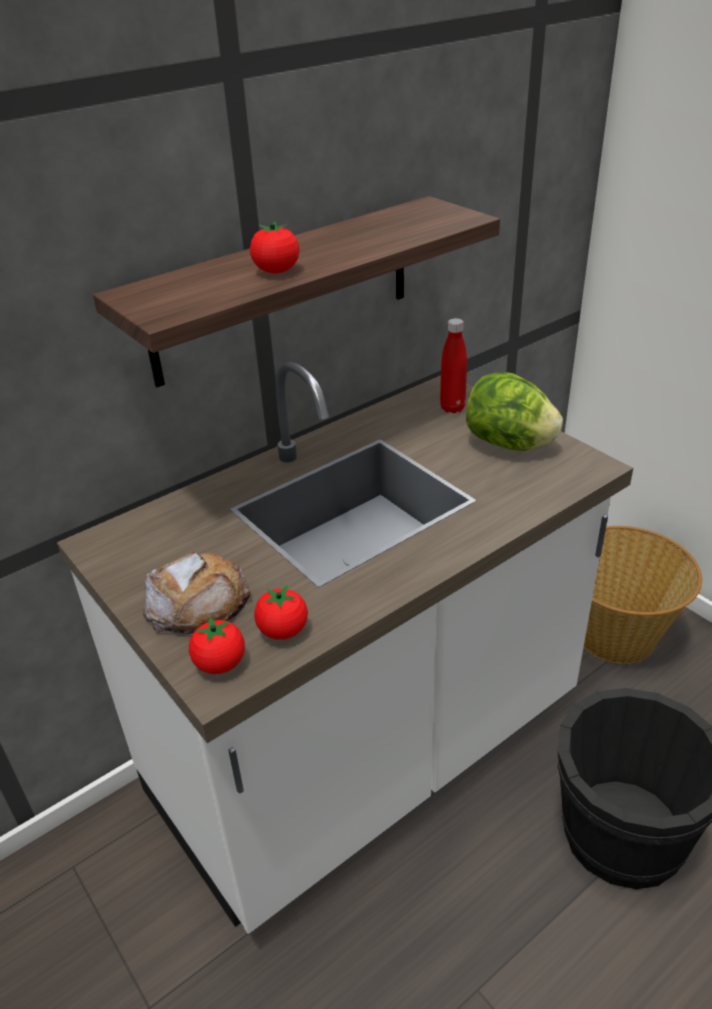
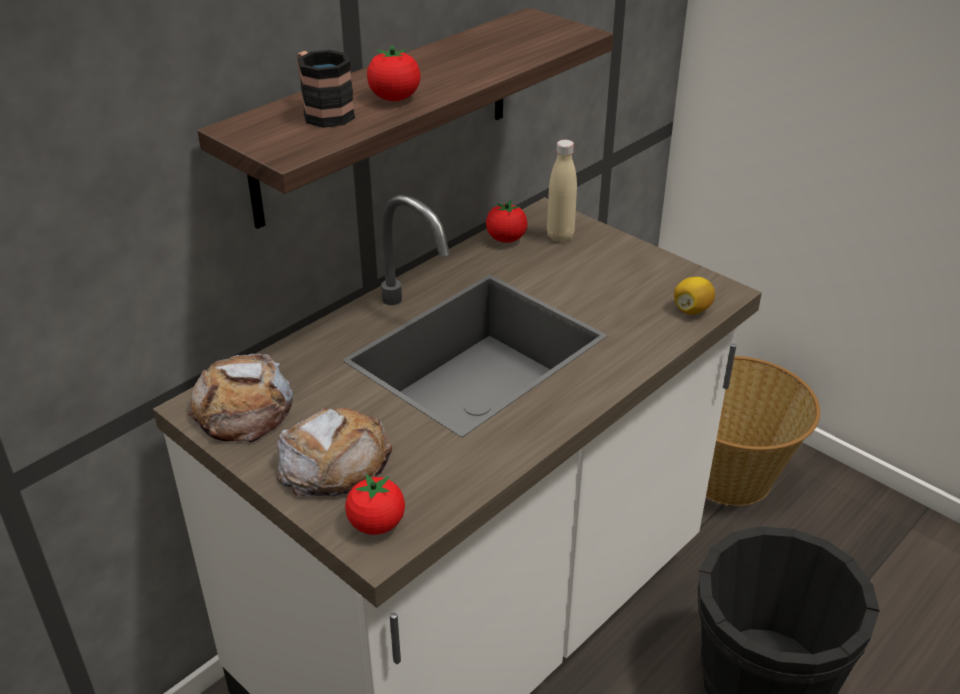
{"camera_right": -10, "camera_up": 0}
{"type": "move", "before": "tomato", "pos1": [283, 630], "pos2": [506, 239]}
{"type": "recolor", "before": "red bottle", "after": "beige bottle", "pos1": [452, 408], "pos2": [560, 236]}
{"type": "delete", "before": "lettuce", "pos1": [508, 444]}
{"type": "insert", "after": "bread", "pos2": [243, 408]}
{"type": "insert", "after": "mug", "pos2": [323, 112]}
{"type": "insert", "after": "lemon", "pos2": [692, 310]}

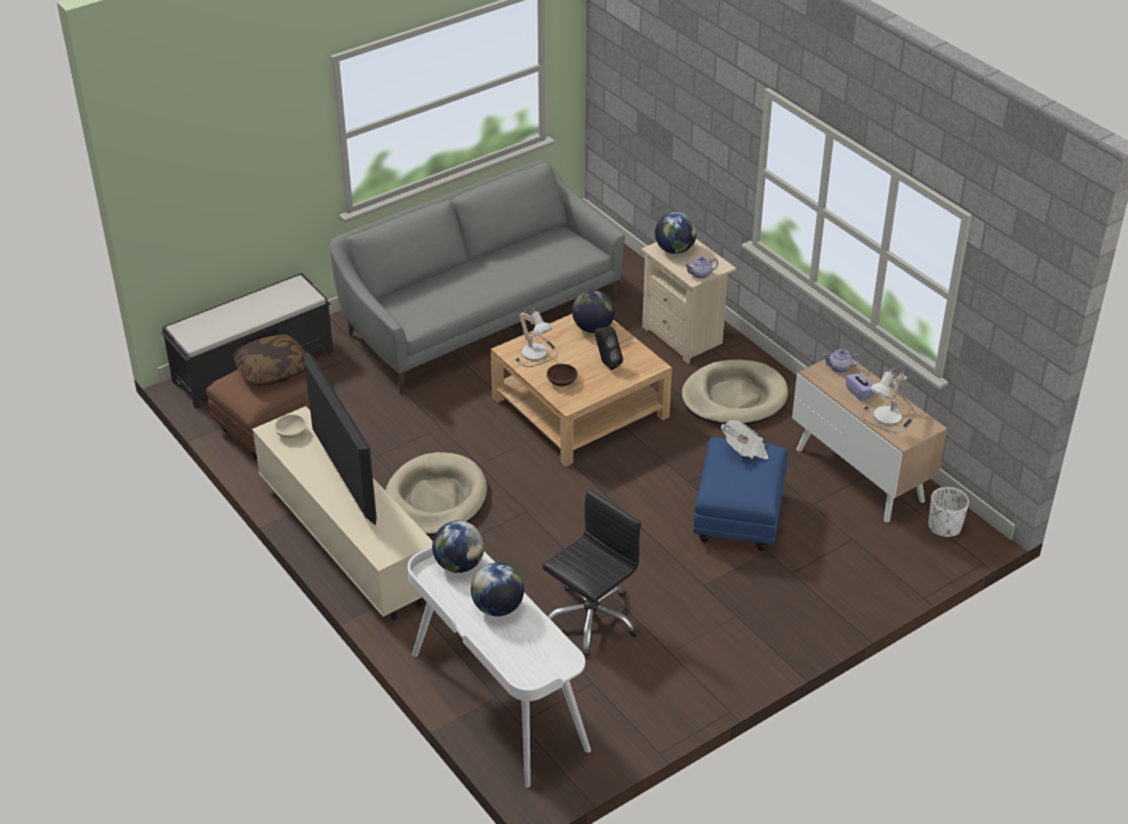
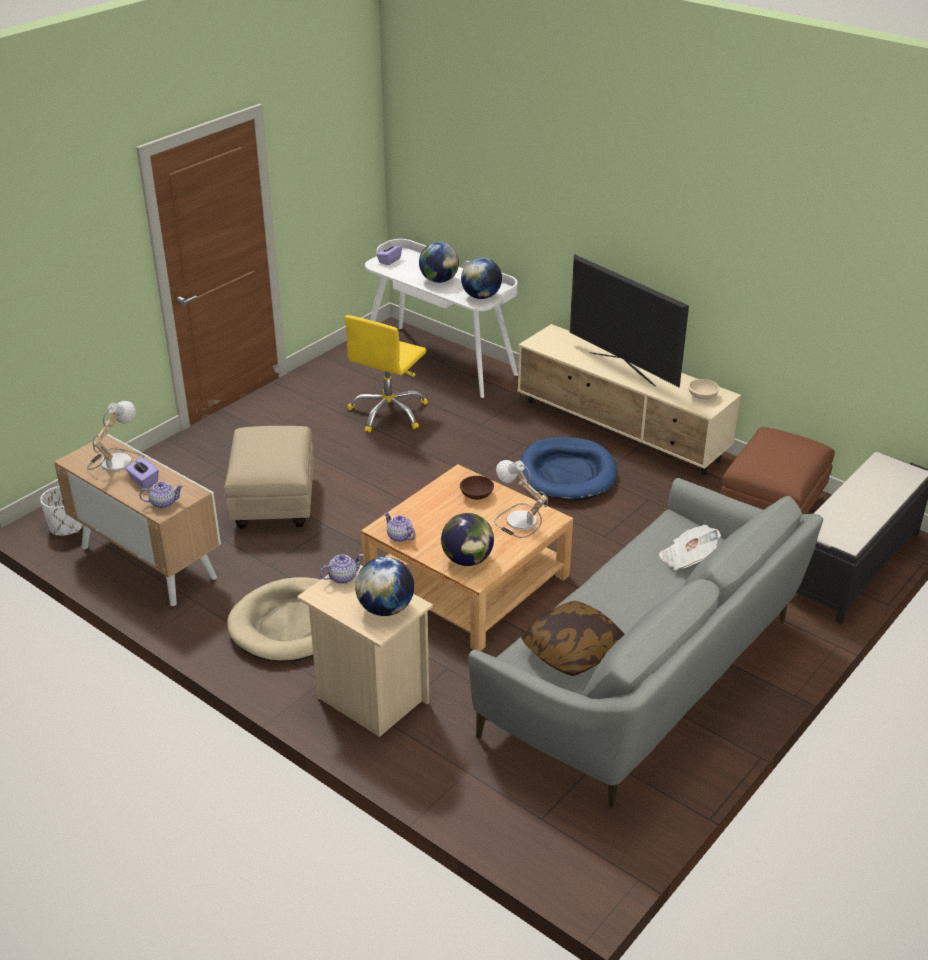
{"camera_right": 165, "camera_up": -5}
{"type": "move", "before": "pillow", "pos1": [272, 370], "pos2": [572, 651]}
{"type": "recolor", "before": "beige dog bed", "after": "blue dog bed", "pos1": [435, 499], "pos2": [567, 473]}
{"type": "recolor", "before": "black office chair", "after": "yellow office chair", "pos1": [591, 619], "pos2": [389, 413]}
{"type": "delete", "before": "black speaker", "pos1": [606, 363]}
{"type": "recolor", "before": "blue ottoman", "after": "beige ottoman", "pos1": [738, 519], "pos2": [274, 502]}
{"type": "move", "before": "newspaper", "pos1": [744, 450], "pos2": [687, 559]}
{"type": "insert", "after": "purple tissue box", "pos2": [389, 260]}
{"type": "insert", "after": "teapot", "pos2": [399, 536]}

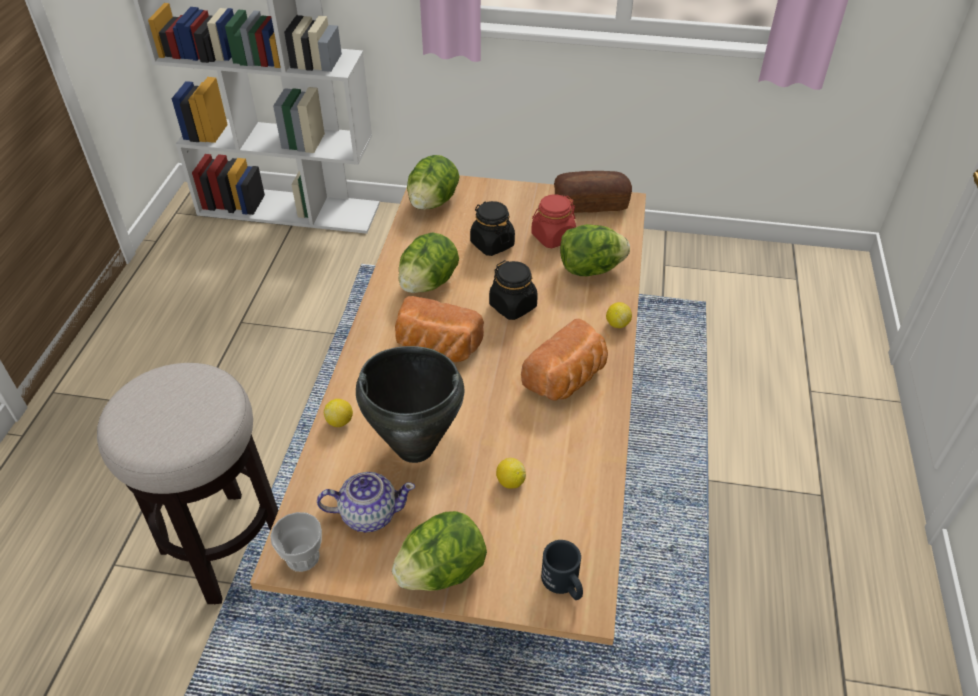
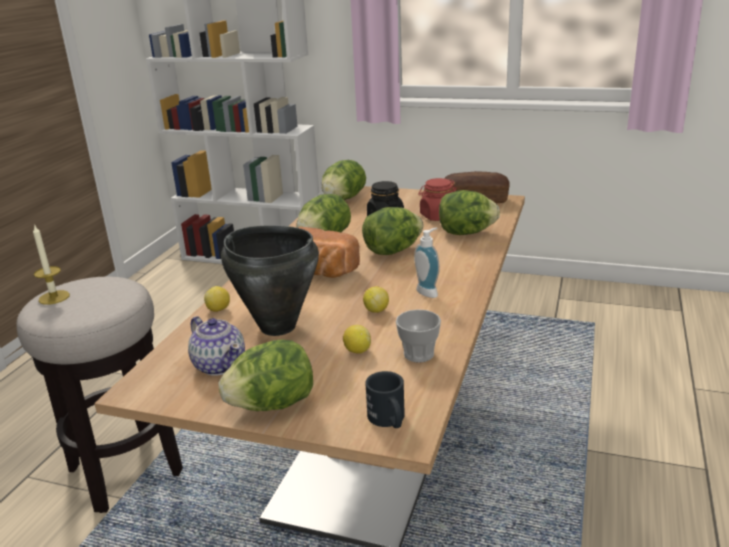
{"camera_right": 10, "camera_up": -20}
{"type": "move", "before": "cup", "pos1": [302, 557], "pos2": [418, 354]}
{"type": "rotate", "before": "teapot", "pos1": [368, 513], "pos2": [219, 365], "turn": 45}
{"type": "replace", "before": "black jar", "after": "lettuce", "pos1": [513, 306], "pos2": [393, 251]}
{"type": "replace", "before": "bread", "after": "soap dispenser", "pos1": [567, 379], "pos2": [429, 292]}
{"type": "move", "before": "lemon", "pos1": [617, 324], "pos2": [376, 310]}
{"type": "insert", "after": "candle", "pos2": [54, 297]}

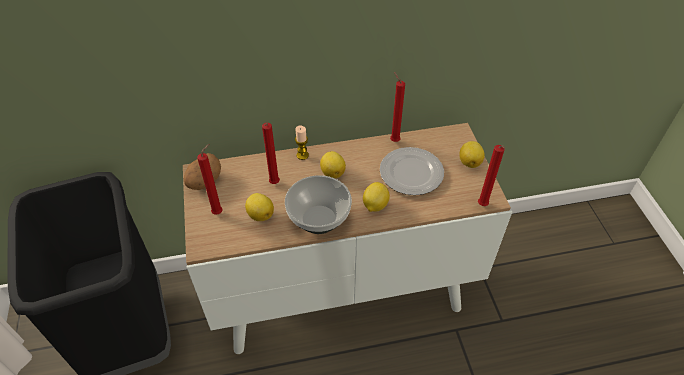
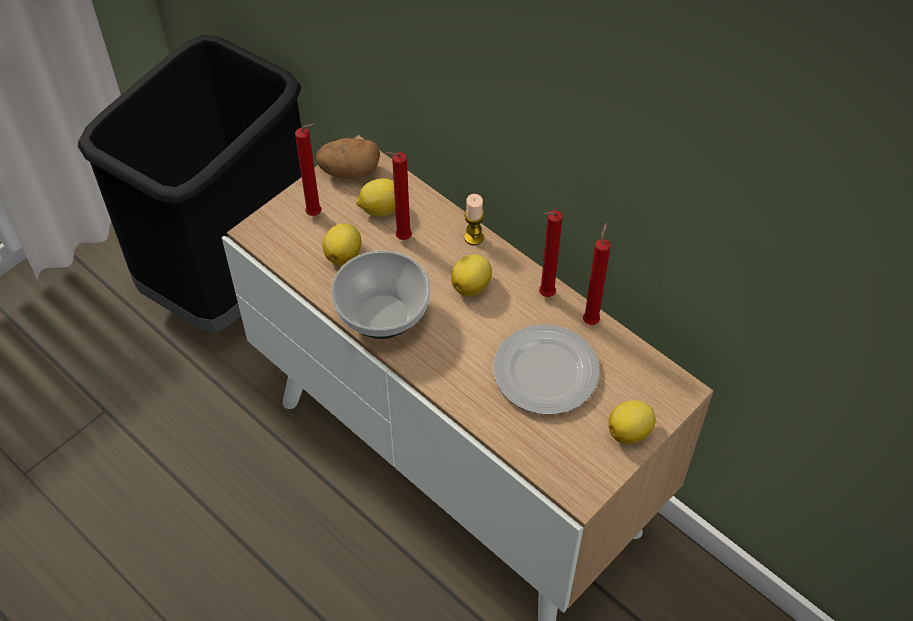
{"camera_right": 55, "camera_up": 5}
{"type": "move", "before": "lemon", "pos1": [374, 205], "pos2": [380, 209]}
{"type": "move", "before": "red candle", "pos1": [482, 206], "pos2": [544, 296]}

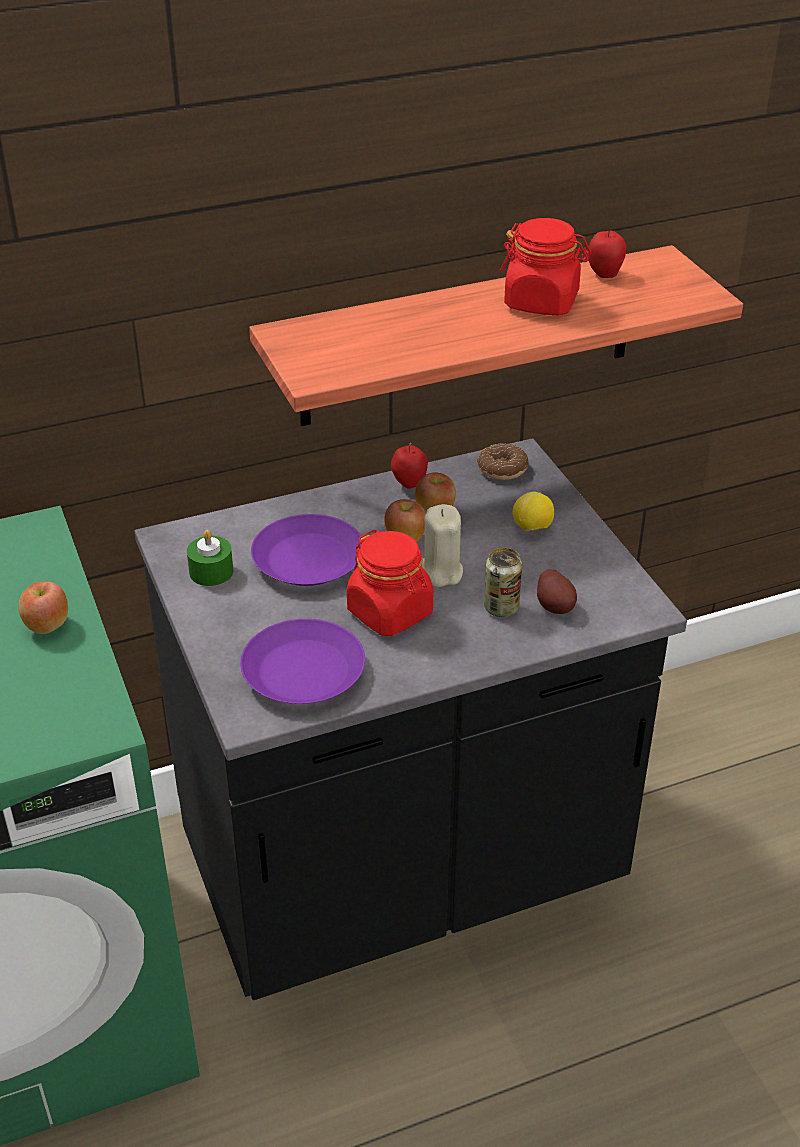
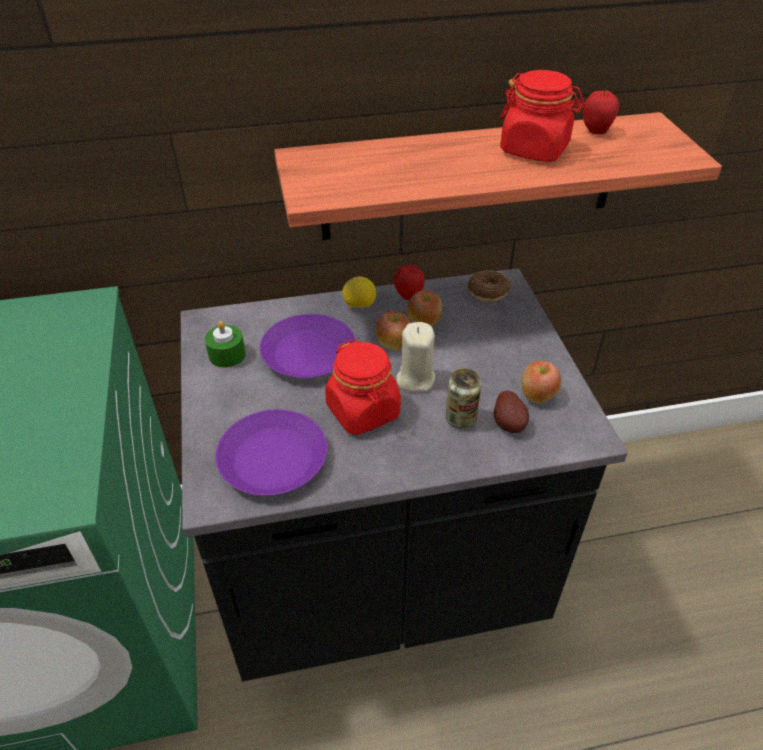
{"camera_right": 10, "camera_up": 5}
{"type": "move", "before": "apple", "pos1": [47, 626], "pos2": [537, 395]}
{"type": "move", "before": "lemon", "pos1": [532, 528], "pos2": [359, 306]}

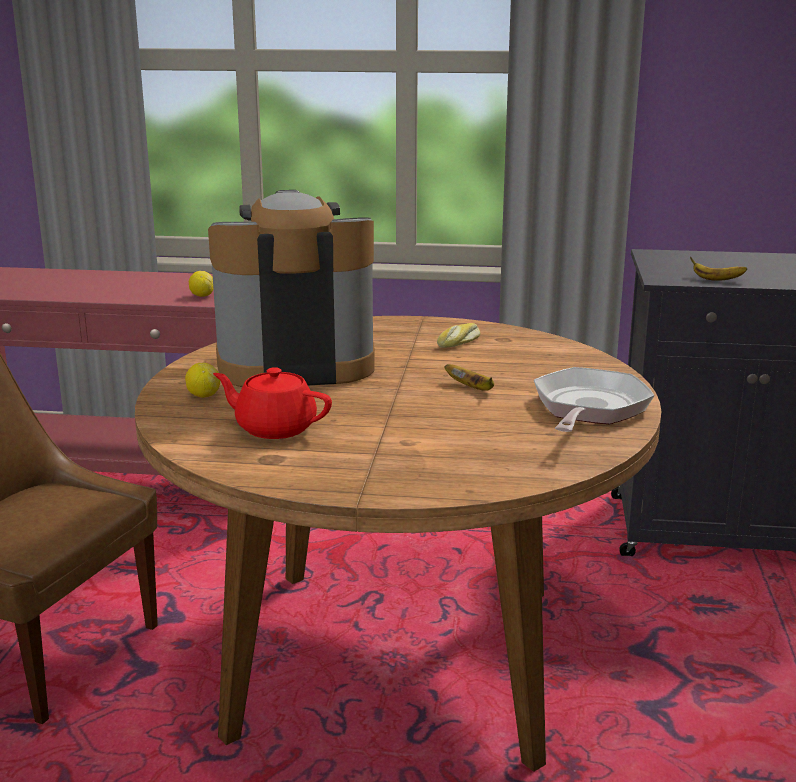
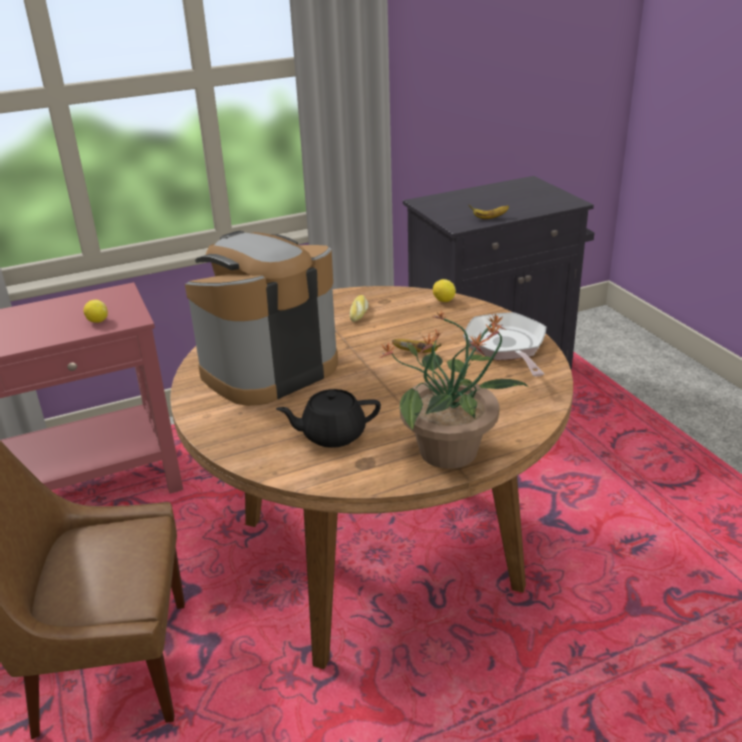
{"camera_right": -30, "camera_up": 10}
{"type": "move", "before": "lemon", "pos1": [203, 395], "pos2": [443, 300]}
{"type": "recolor", "before": "red teapot", "after": "black teapot", "pos1": [274, 428], "pos2": [332, 434]}
{"type": "insert", "after": "potted plant", "pos2": [450, 451]}

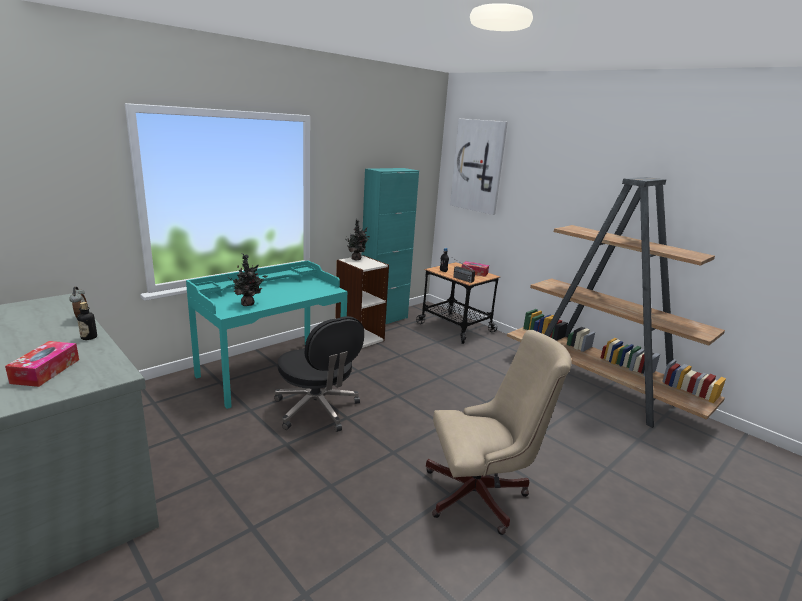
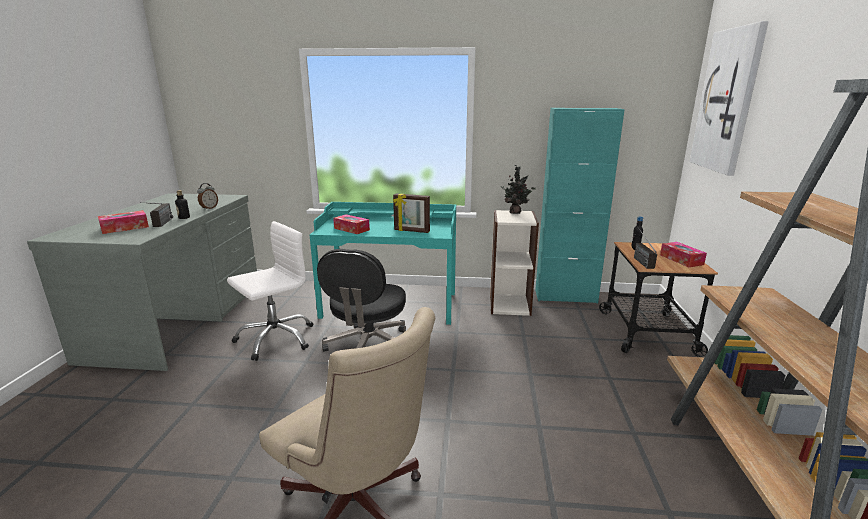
{"camera_right": 50, "camera_up": 0}
{"type": "replace", "before": "potted plant", "after": "tissue box", "pos1": [248, 304], "pos2": [351, 229]}
{"type": "insert", "after": "radio", "pos2": [161, 225]}
{"type": "insert", "after": "white office chair", "pos2": [275, 338]}
{"type": "insert", "after": "picture frame", "pos2": [411, 231]}

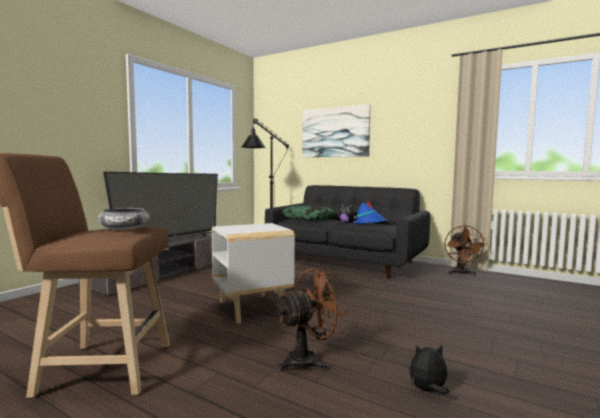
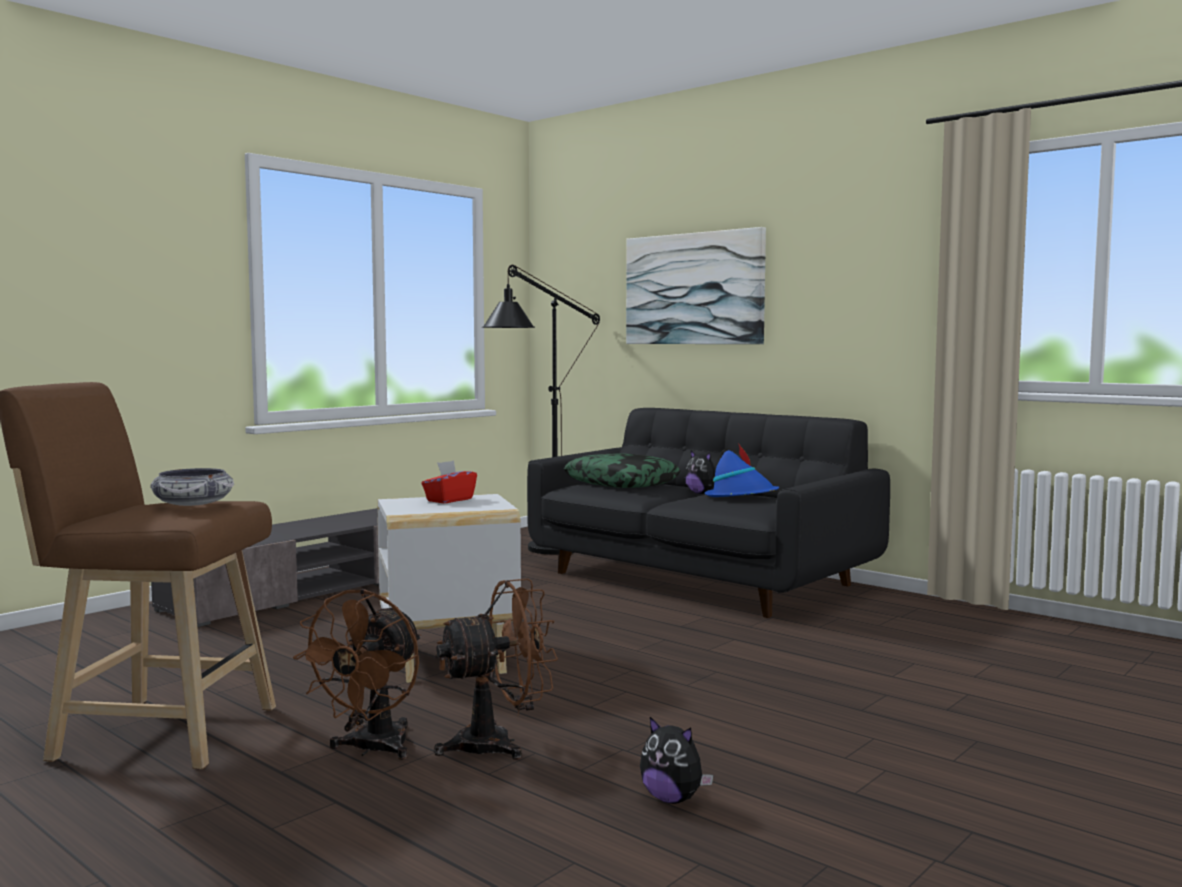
{"camera_right": 10, "camera_up": 0}
{"type": "delete", "before": "television", "pos1": [170, 240]}
{"type": "rotate", "before": "plush toy", "pos1": [428, 391], "pos2": [673, 799], "turn": -150}
{"type": "move", "before": "brown fan", "pos1": [461, 273], "pos2": [371, 750]}
{"type": "insert", "after": "red tissue box", "pos2": [449, 500]}

